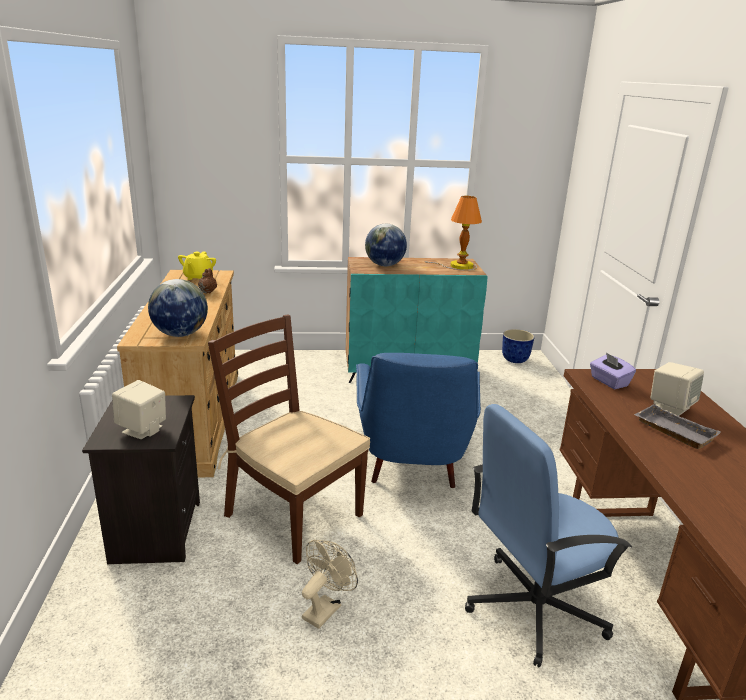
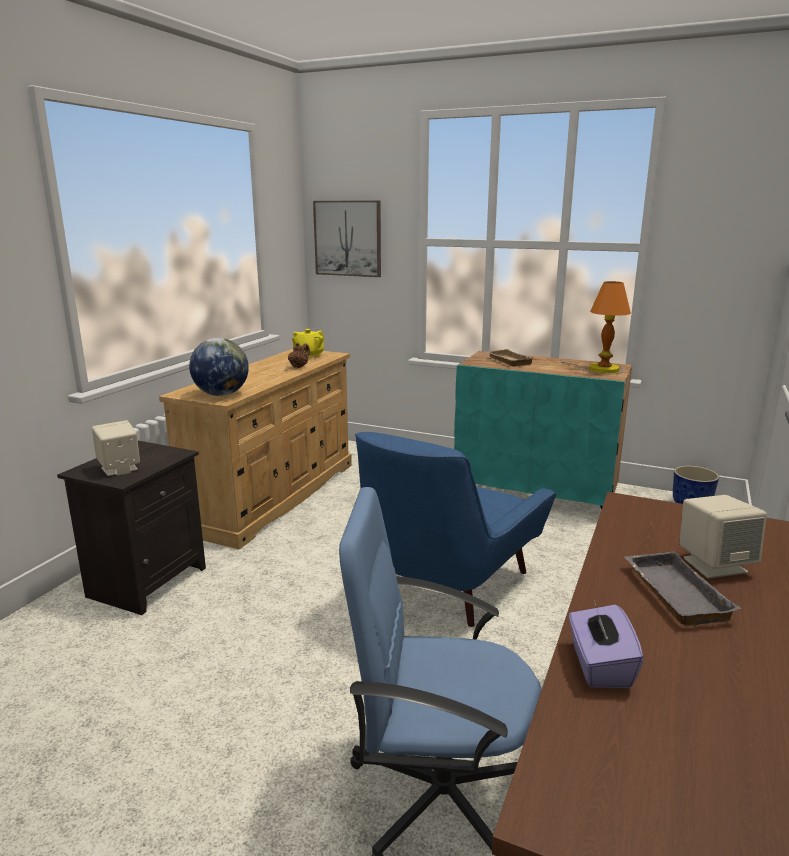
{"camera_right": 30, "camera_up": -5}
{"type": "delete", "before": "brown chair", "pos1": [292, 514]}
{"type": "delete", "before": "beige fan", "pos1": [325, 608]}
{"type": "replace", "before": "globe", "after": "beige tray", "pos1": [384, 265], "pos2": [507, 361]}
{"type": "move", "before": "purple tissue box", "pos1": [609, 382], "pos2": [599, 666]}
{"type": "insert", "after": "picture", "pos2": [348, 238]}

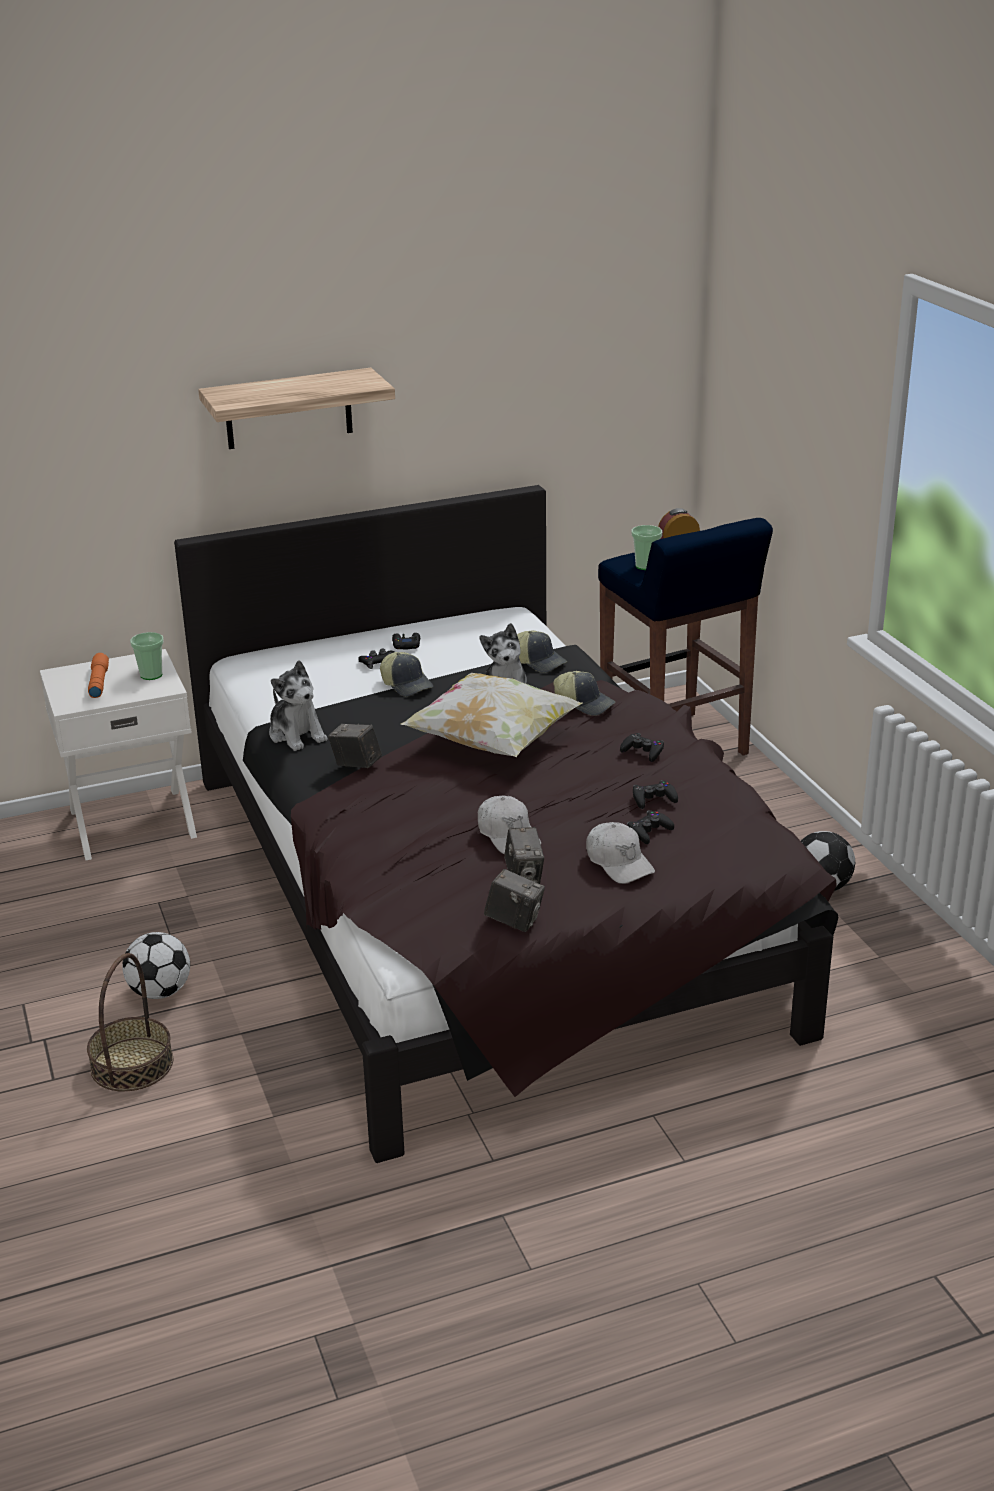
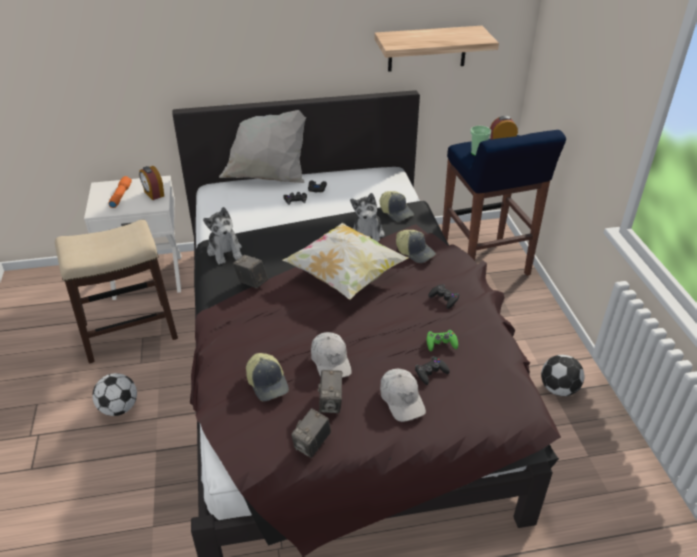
{"camera_right": 10, "camera_up": 10}
{"type": "delete", "before": "basket", "pos1": [132, 1064]}
{"type": "replace", "before": "cup", "after": "alarm clock", "pos1": [151, 675], "pos2": [153, 194]}
{"type": "move", "before": "shelf", "pos1": [288, 409], "pos2": [427, 48]}
{"type": "move", "before": "cap", "pos1": [407, 685], "pos2": [268, 383]}
{"type": "rotate", "before": "photo camera", "pos1": [514, 921], "pos2": [312, 445], "turn": 90}
{"type": "recolor", "before": "black game controller", "after": "green game controller", "pos1": [653, 799], "pos2": [441, 343]}
{"type": "insert", "after": "stool", "pos2": [130, 331]}
{"type": "insert", "after": "white pillow", "pos2": [268, 177]}

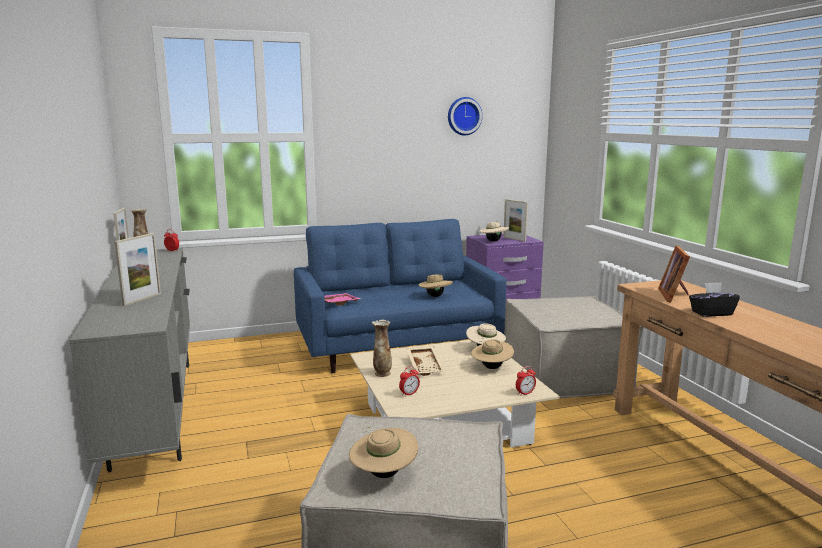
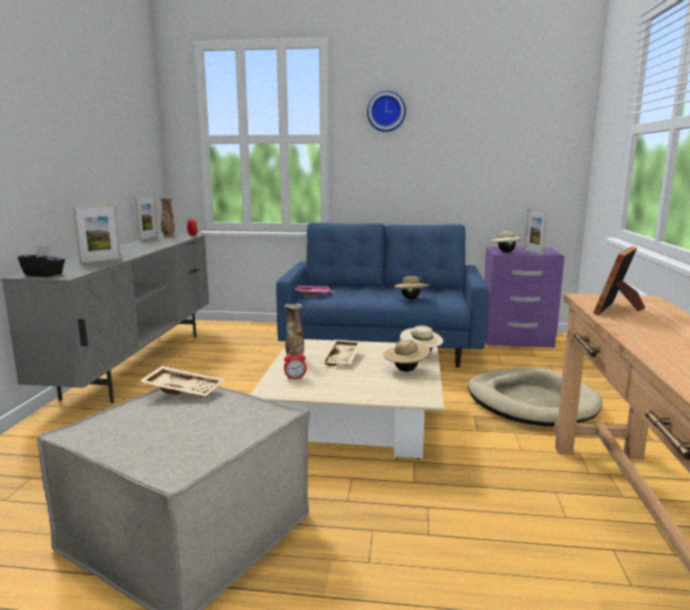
{"camera_right": 25, "camera_up": 0}
{"type": "delete", "before": "beige hat", "pos1": [383, 474]}
{"type": "move", "before": "wall clock", "pos1": [463, 116], "pos2": [386, 111]}
{"type": "replace", "before": "beige ottoman", "after": "beige dog bed", "pos1": [564, 375], "pos2": [531, 402]}
{"type": "delete", "before": "alarm clock", "pos1": [525, 393]}
{"type": "move", "before": "black tissue box", "pos1": [711, 313], "pos2": [44, 274]}
{"type": "insert", "after": "beige tray", "pos2": [184, 390]}

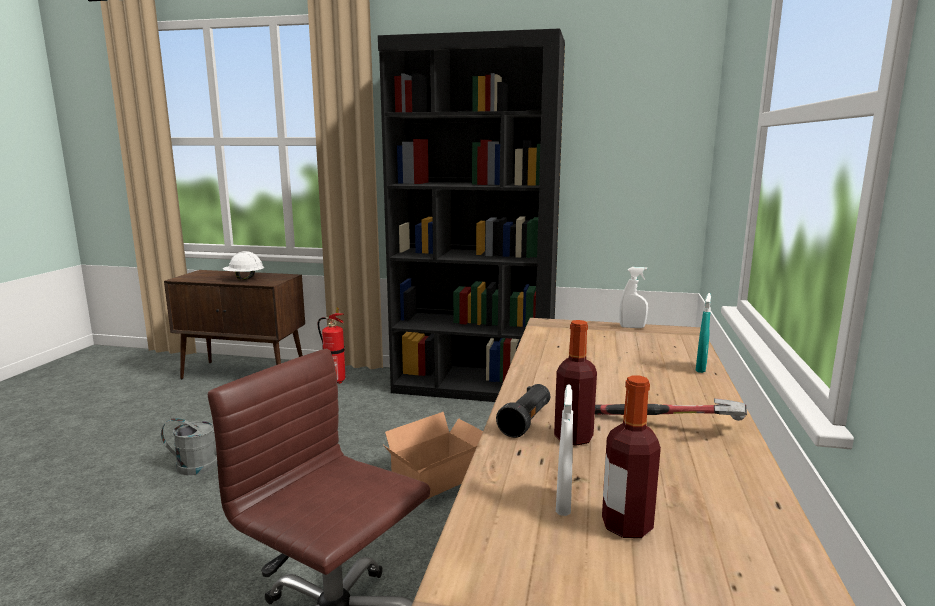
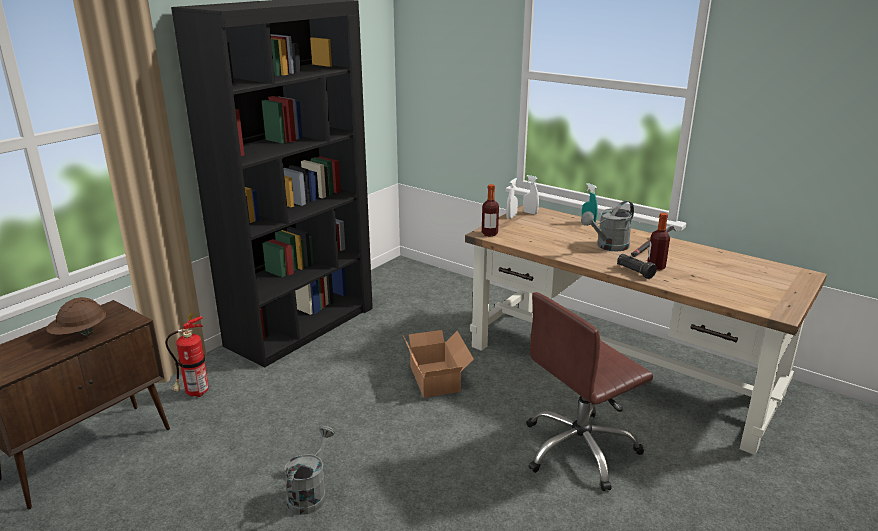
{"camera_right": -65, "camera_up": 10}
{"type": "recolor", "before": "white hard hat", "after": "brown hard hat", "pos1": [244, 278], "pos2": [80, 334]}
{"type": "move", "before": "white spray bottle", "pos1": [563, 504], "pos2": [530, 213]}
{"type": "move", "before": "bottle", "pos1": [626, 526], "pos2": [489, 234]}
{"type": "insert", "after": "grey watering can", "pos2": [608, 247]}

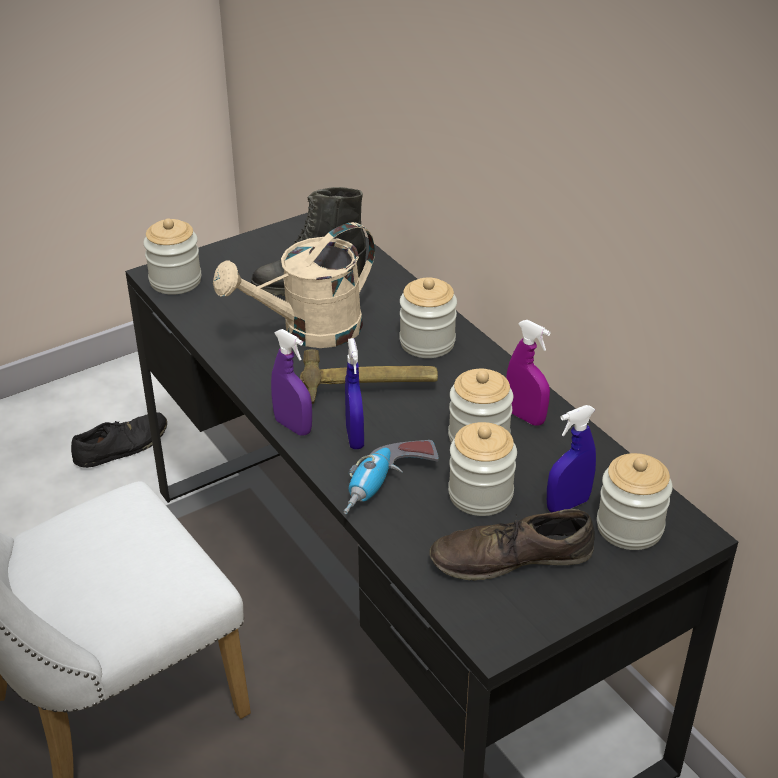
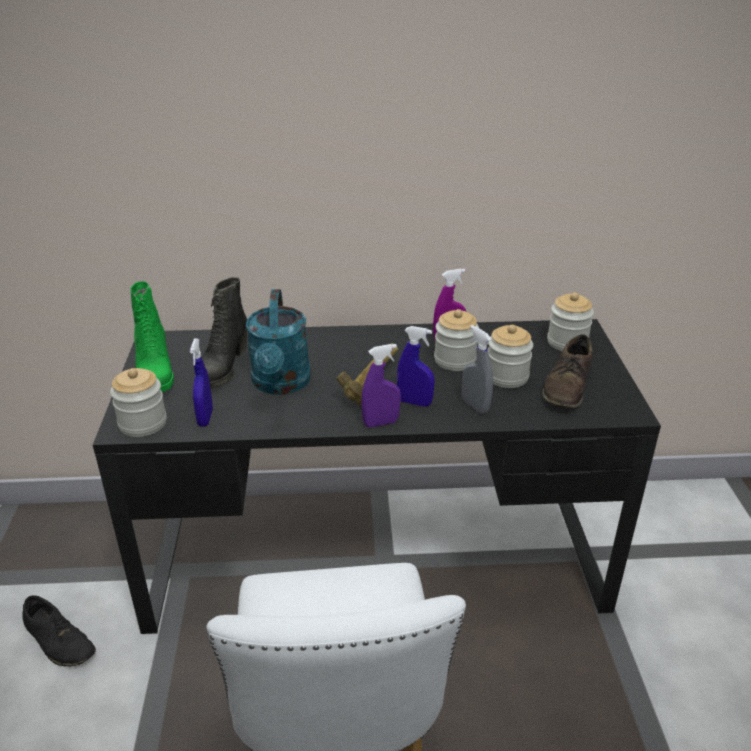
{"camera_right": -60, "camera_up": -5}
{"type": "rotate", "before": "black shoe", "pos1": [122, 446], "pos2": [59, 640], "turn": 135}
{"type": "recolor", "before": "beige watering can", "after": "turquoise watering can", "pos1": [309, 331], "pos2": [281, 384]}
{"type": "replace", "before": "power drill", "after": "grey spray bottle", "pos1": [387, 488], "pos2": [475, 406]}
{"type": "delete", "before": "jar", "pos1": [427, 343]}
{"type": "move", "before": "blue spray bottle", "pos1": [567, 505], "pos2": [205, 418]}
{"type": "insert", "after": "green boot", "pos2": [154, 372]}

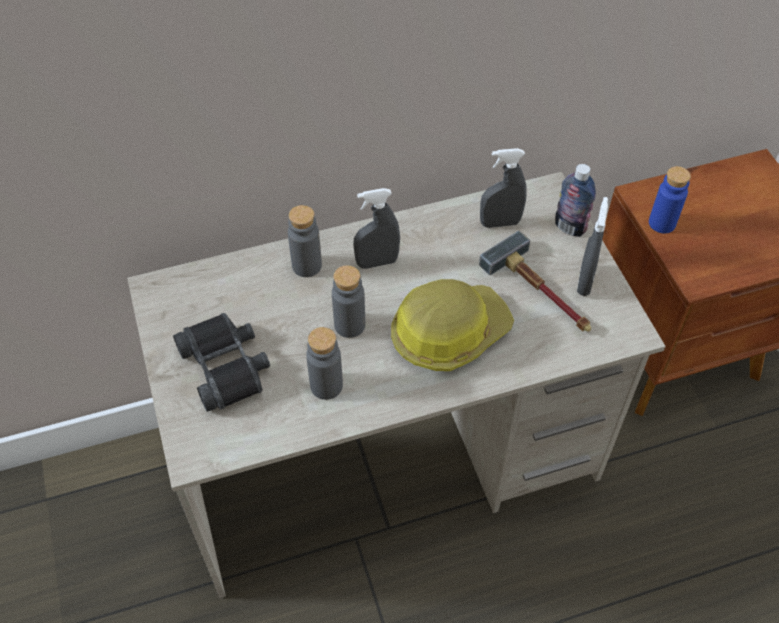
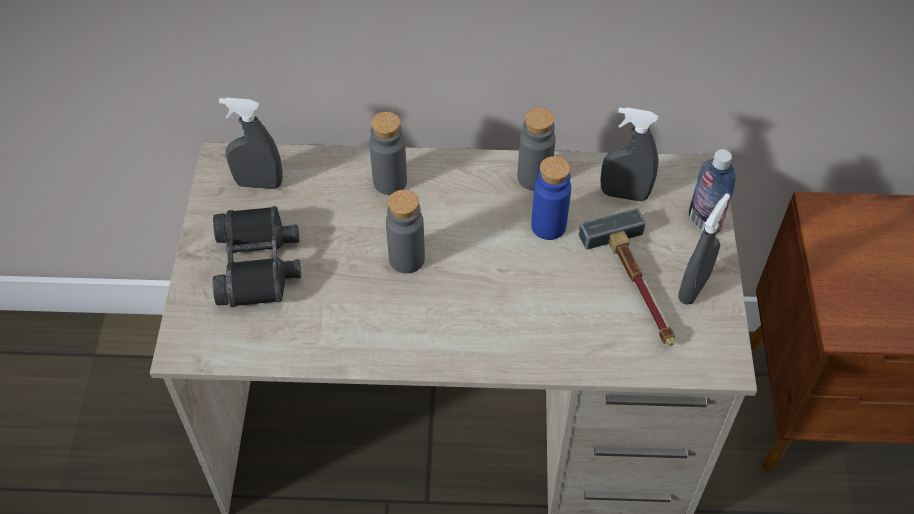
{"camera_right": 20, "camera_up": 0}
{"type": "move", "before": "grey bottle", "pos1": [326, 386], "pos2": [534, 178]}
{"type": "move", "before": "grey spray bottle", "pos1": [377, 262], "pos2": [259, 183]}
{"type": "delete", "before": "hard hat", "pos1": [448, 332]}
{"type": "move", "before": "blue bottle", "pos1": [662, 223], "pos2": [548, 226]}

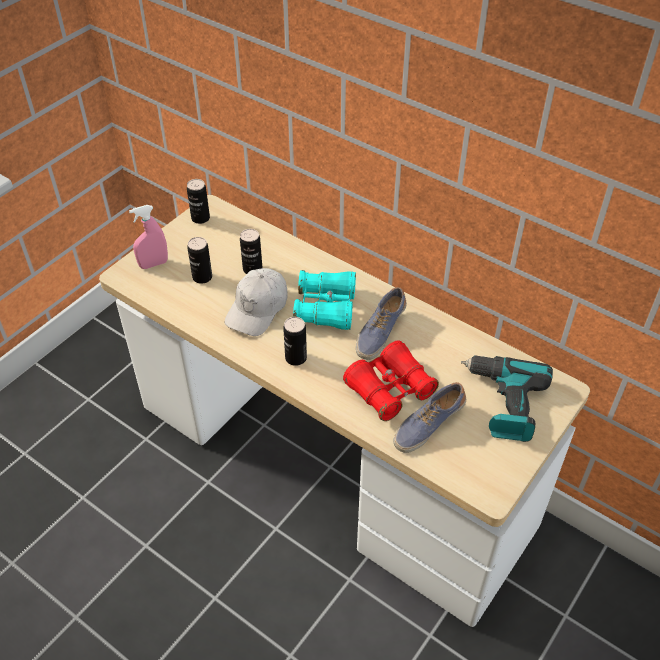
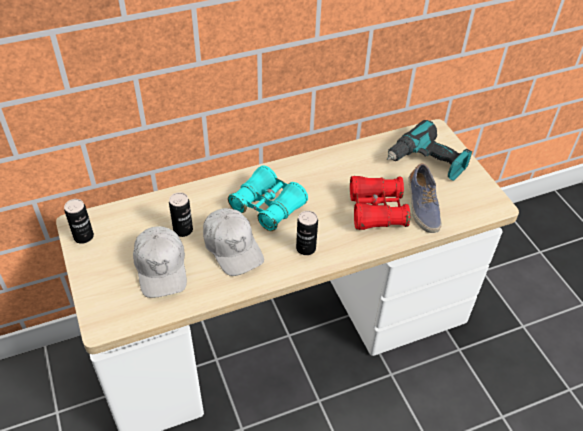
{"camera_right": -60, "camera_up": 0}
{"type": "delete", "before": "pink spray bottle", "pos1": [153, 264]}
{"type": "replace", "before": "can", "after": "white cap", "pos1": [202, 277], "pos2": [161, 267]}
{"type": "delete", "before": "shoe", "pos1": [379, 332]}

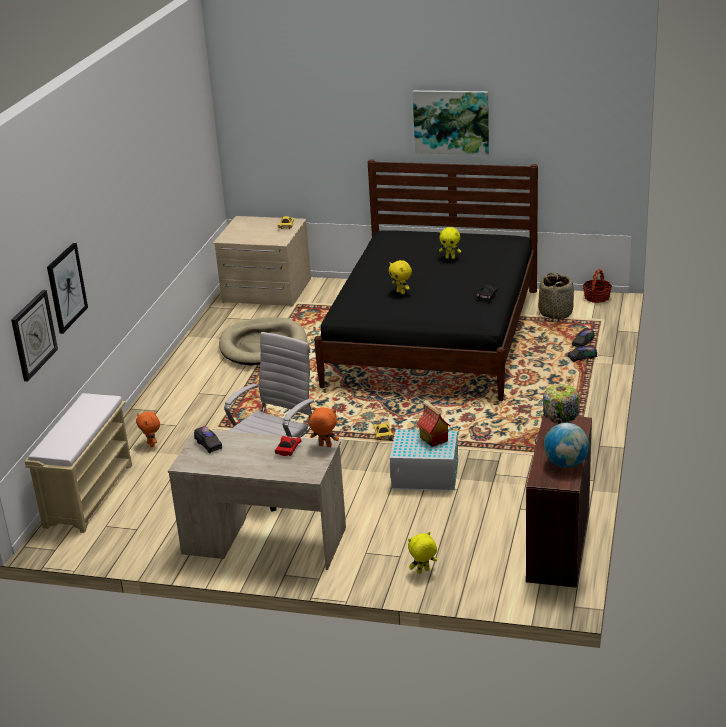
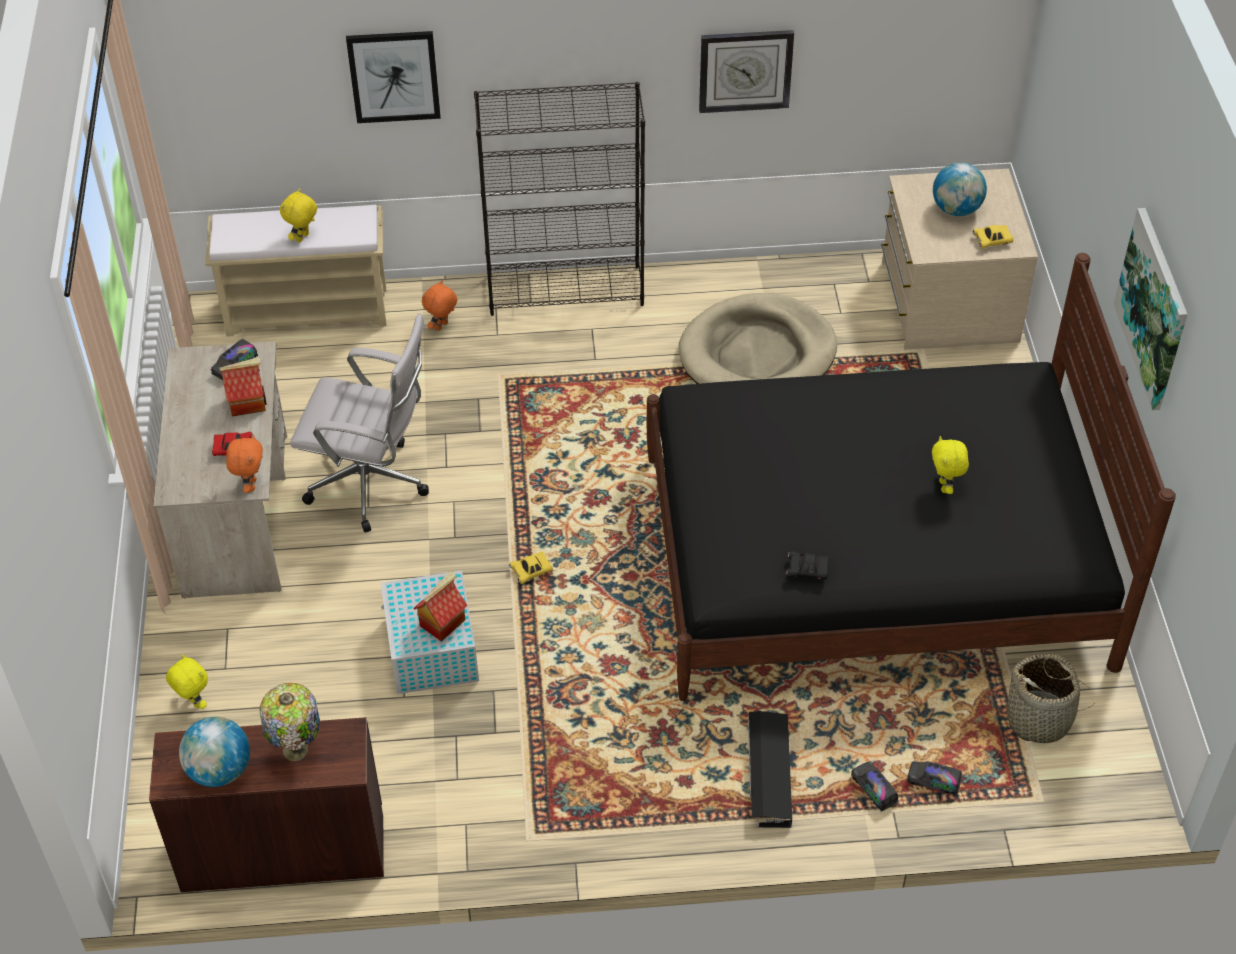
{"camera_right": 70, "camera_up": 20}
{"type": "move", "before": "wall clock", "pos1": [33, 335], "pos2": [745, 70]}
{"type": "move", "before": "yellow plush toy", "pos1": [401, 292], "pos2": [303, 238]}
{"type": "delete", "before": "basket", "pos1": [597, 297]}
{"type": "insert", "after": "toy house", "pos2": [248, 402]}
{"type": "insert", "after": "black bookcase", "pos2": [566, 290]}
{"type": "insert", "after": "black storage box", "pos2": [768, 774]}
{"type": "insert", "after": "globe", "pos2": [956, 210]}

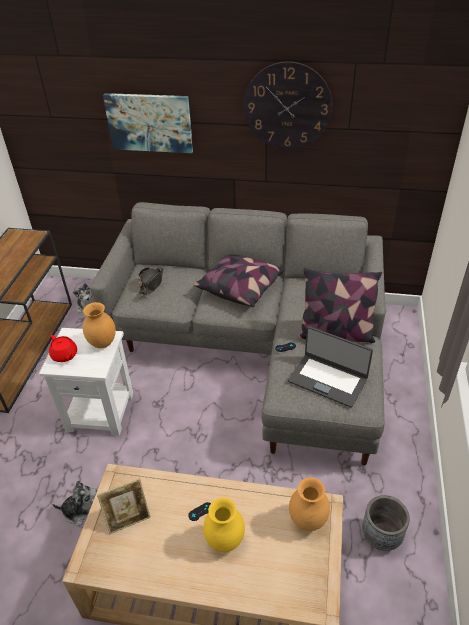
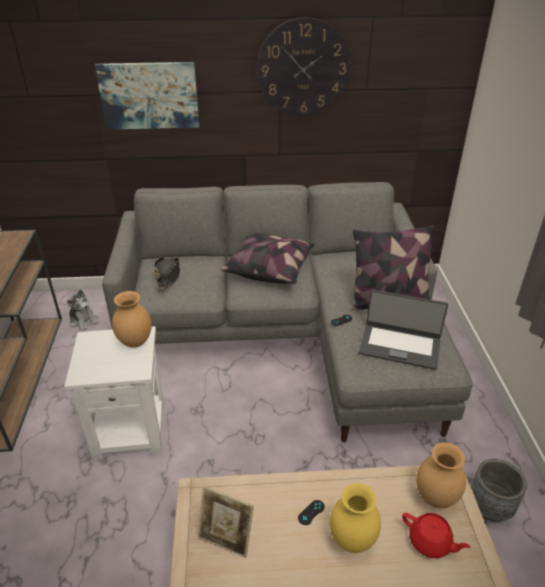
{"camera_right": -15, "camera_up": -5}
{"type": "move", "before": "red teapot", "pos1": [65, 355], "pos2": [430, 542]}
{"type": "delete", "before": "plush toy", "pos1": [82, 511]}
{"type": "rotate", "before": "picture frame", "pos1": [128, 518], "pos2": [226, 538], "turn": 60}

